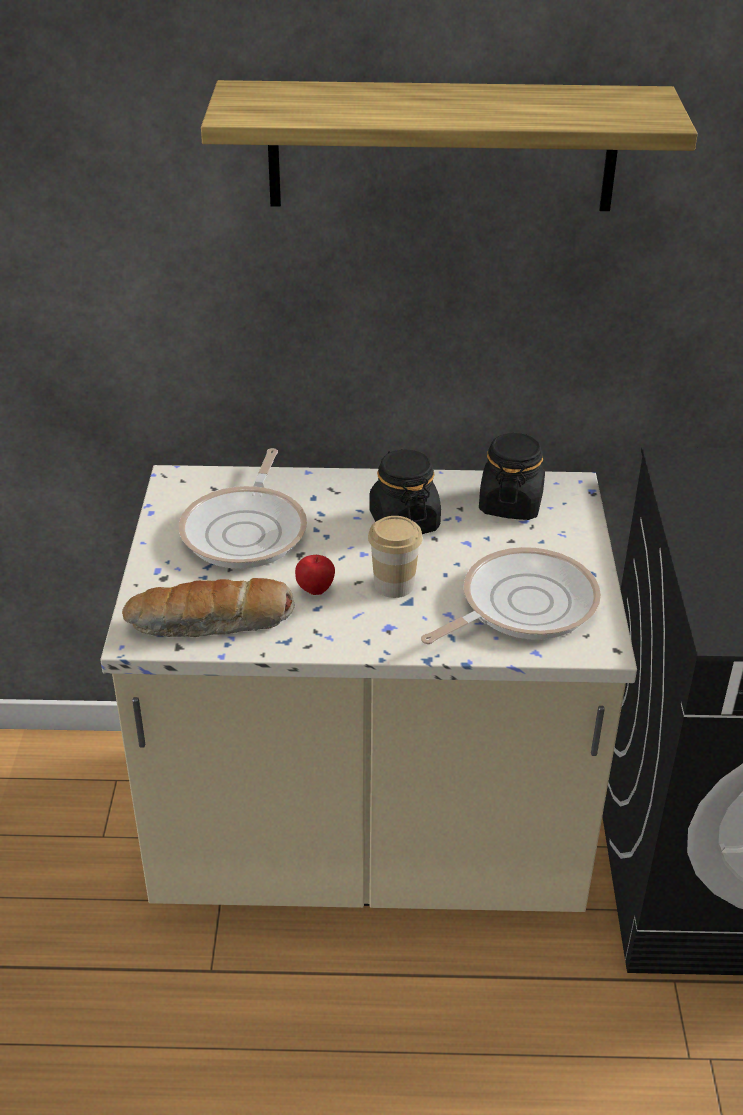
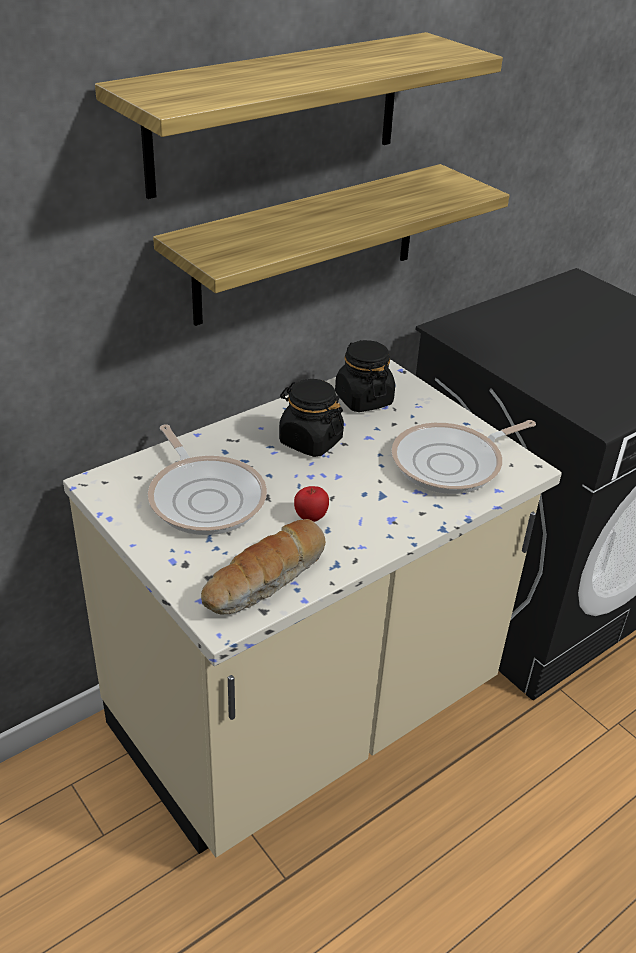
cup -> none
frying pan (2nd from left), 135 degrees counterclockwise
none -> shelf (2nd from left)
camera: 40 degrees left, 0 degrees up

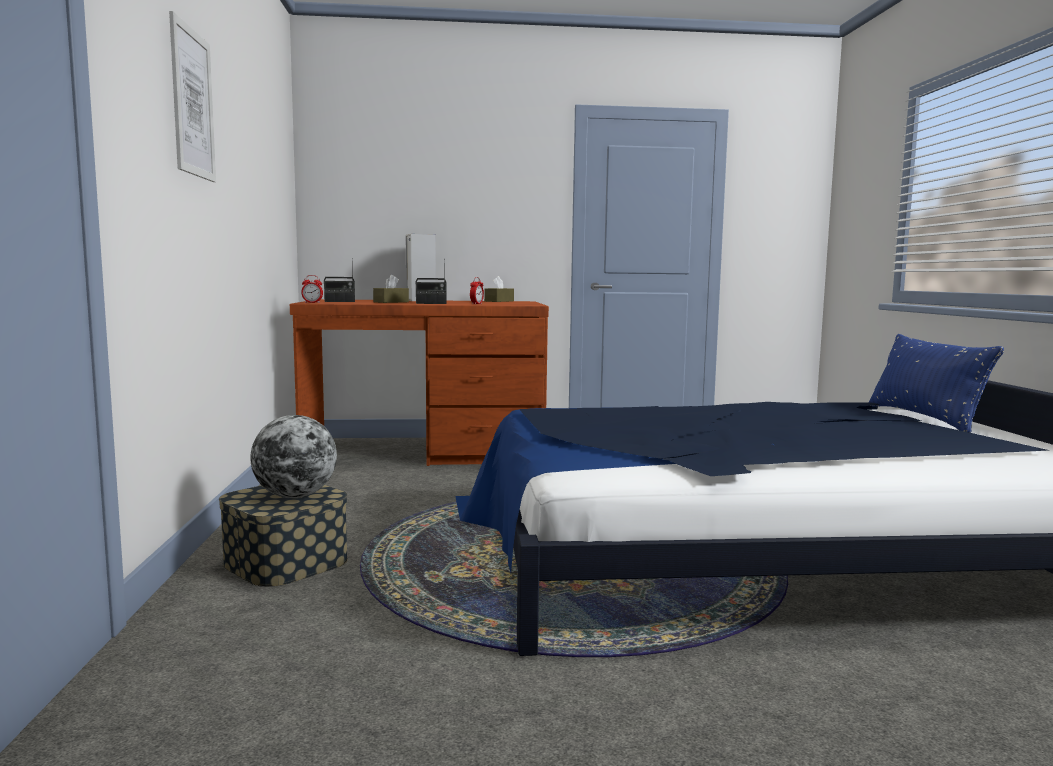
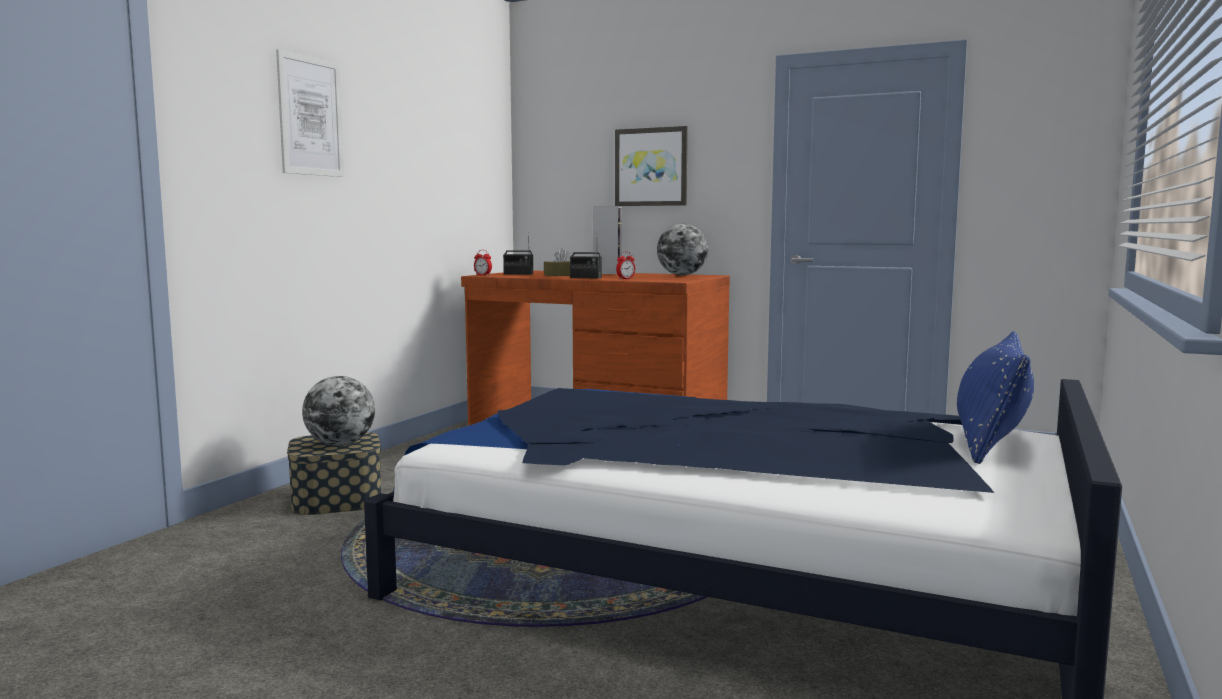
brown tissue box (2nd from left) -> globe (2nd from left)
none -> picture (2nd from left)
camera: 30 degrees right, 0 degrees up

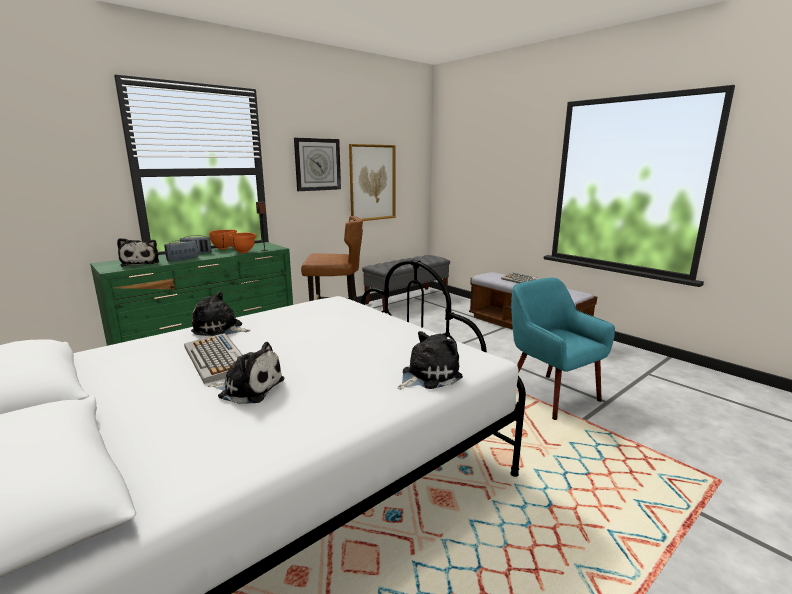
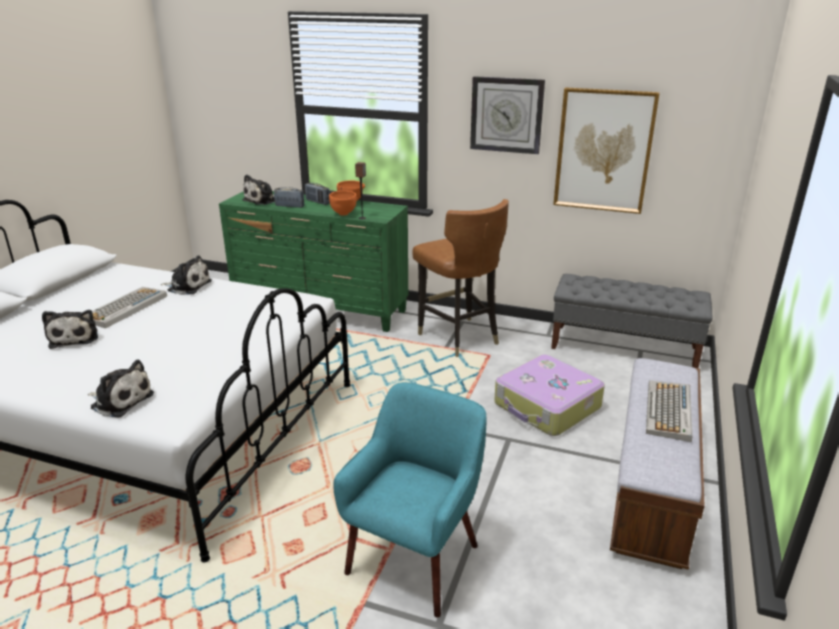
plush toy (2nd from left in the first image) -> plush toy (3rd from left), 120 degrees clockwise
none -> suitcase
camera: 60 degrees right, 10 degrees up

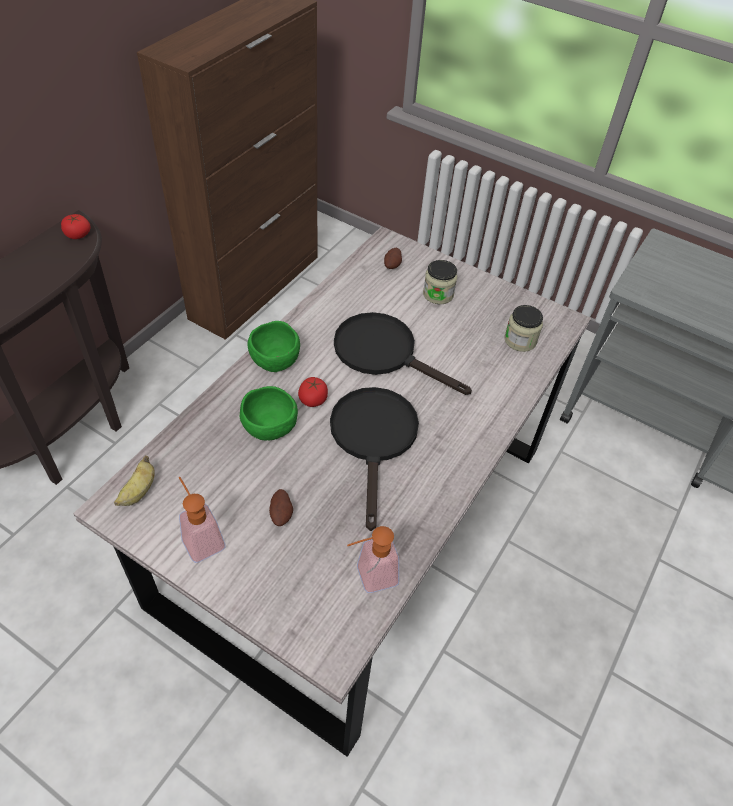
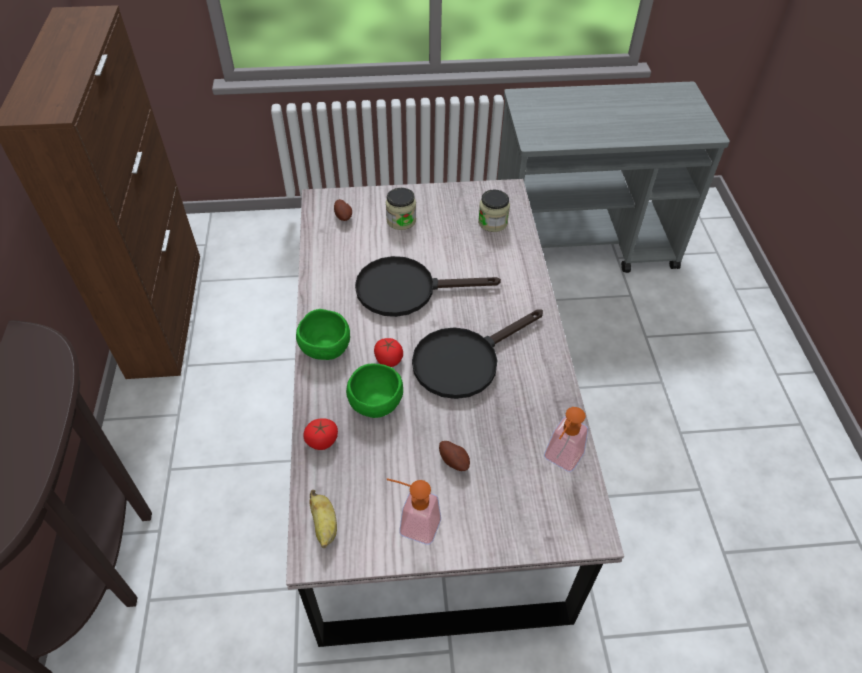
tomato (1st from left), moved
black frying pan (1st from left in the first image) -> black frying pan (2nd from left), 90 degrees counterclockwise
camera: 35 degrees left, 0 degrees up

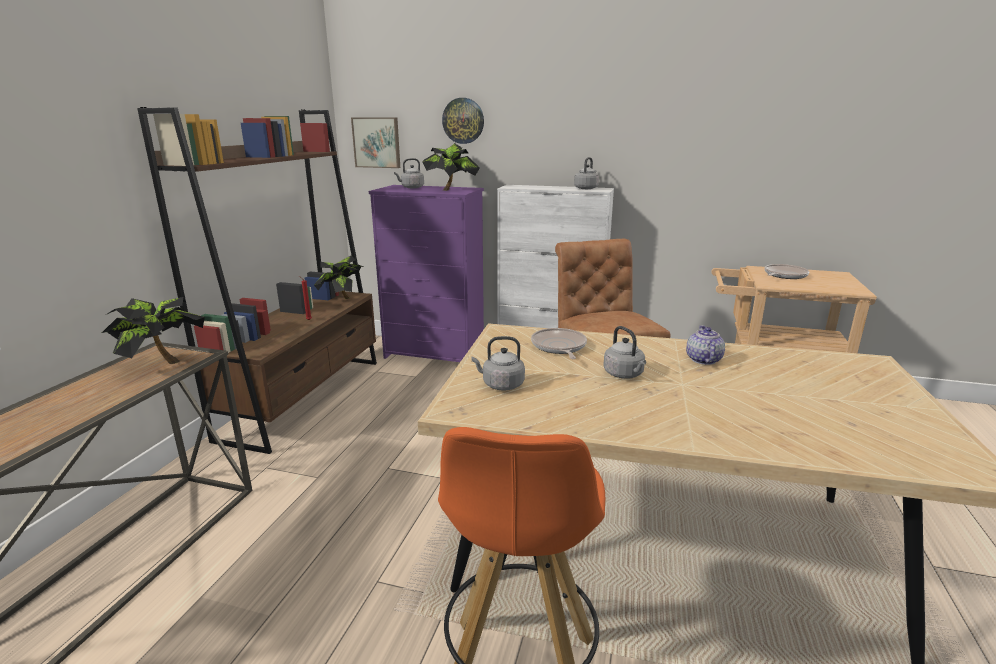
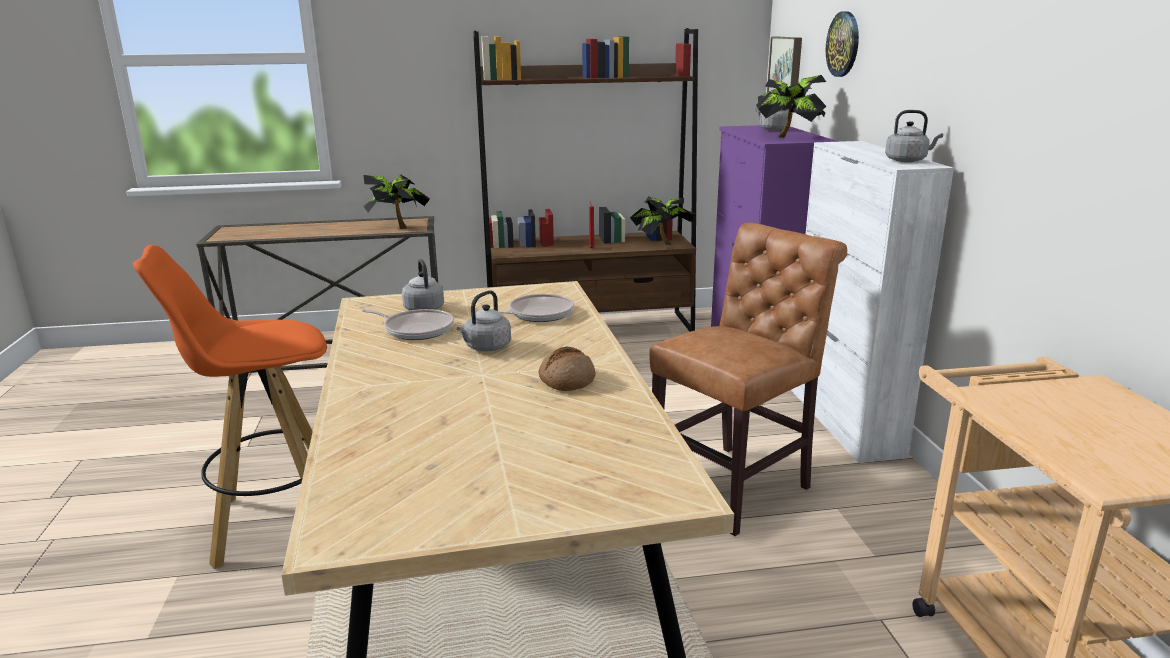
teapot -> bread
frying pan (2nd from left in the first image) -> frying pan (1st from left), moved
camera: 65 degrees right, 0 degrees up

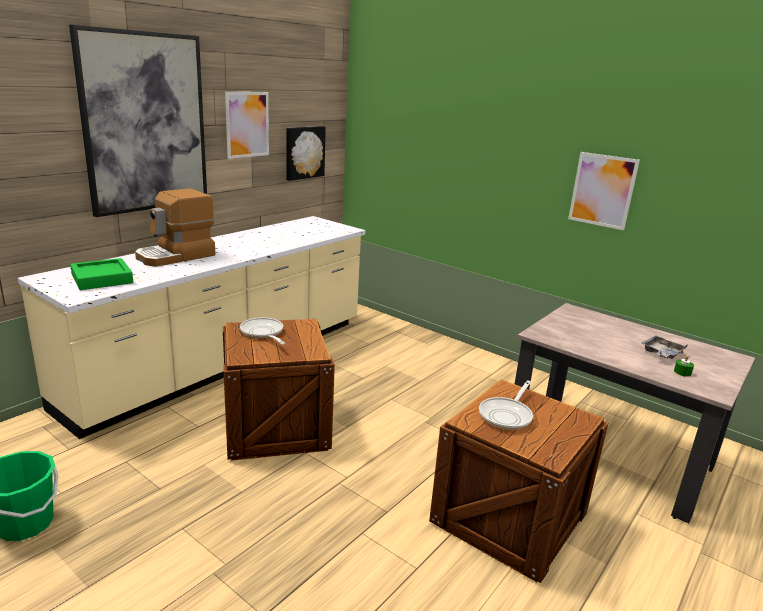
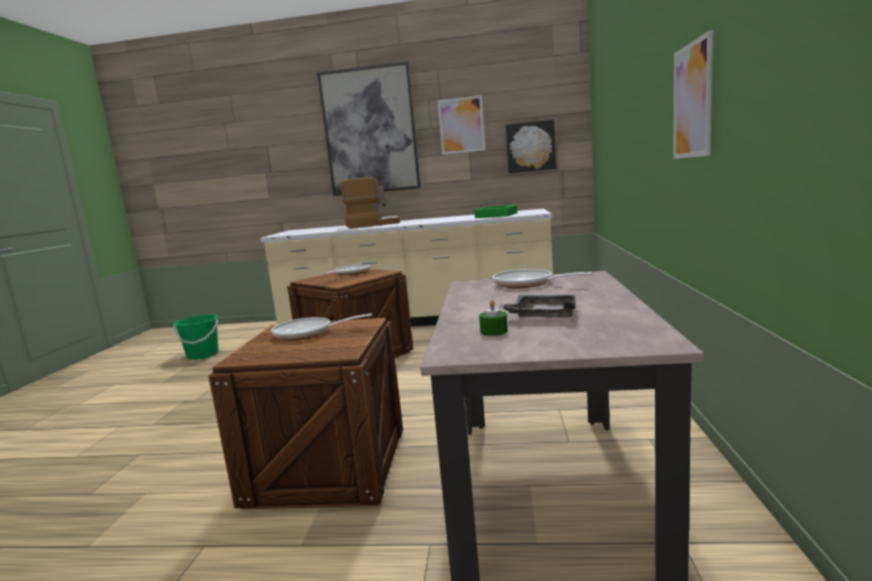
green tray, moved
coffee machine, 150 degrees clockwise
none -> frying pan (3rd from left)
camera: 60 degrees right, 10 degrees down

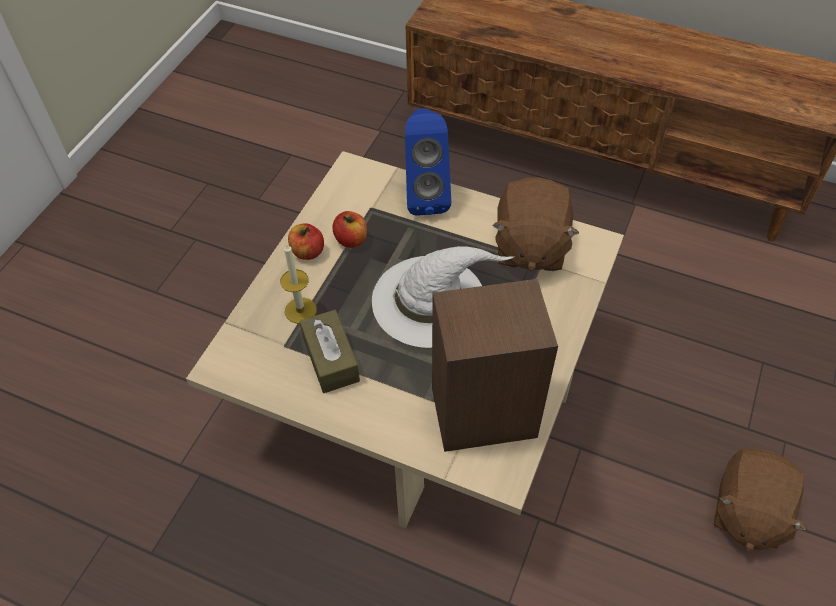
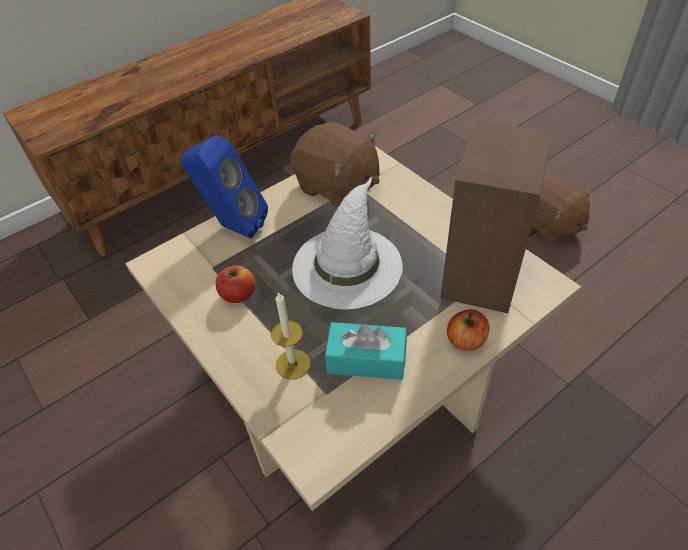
apple (1st from left in the first image) -> apple (2nd from left), moved
brown tissue box -> turquoise tissue box
camera: 60 degrees left, 5 degrees down

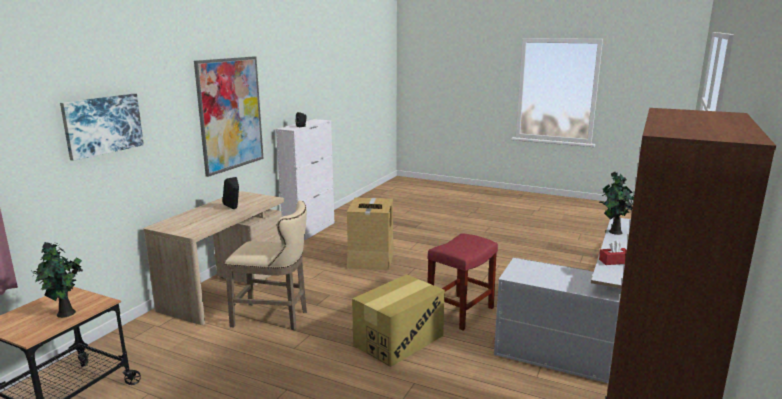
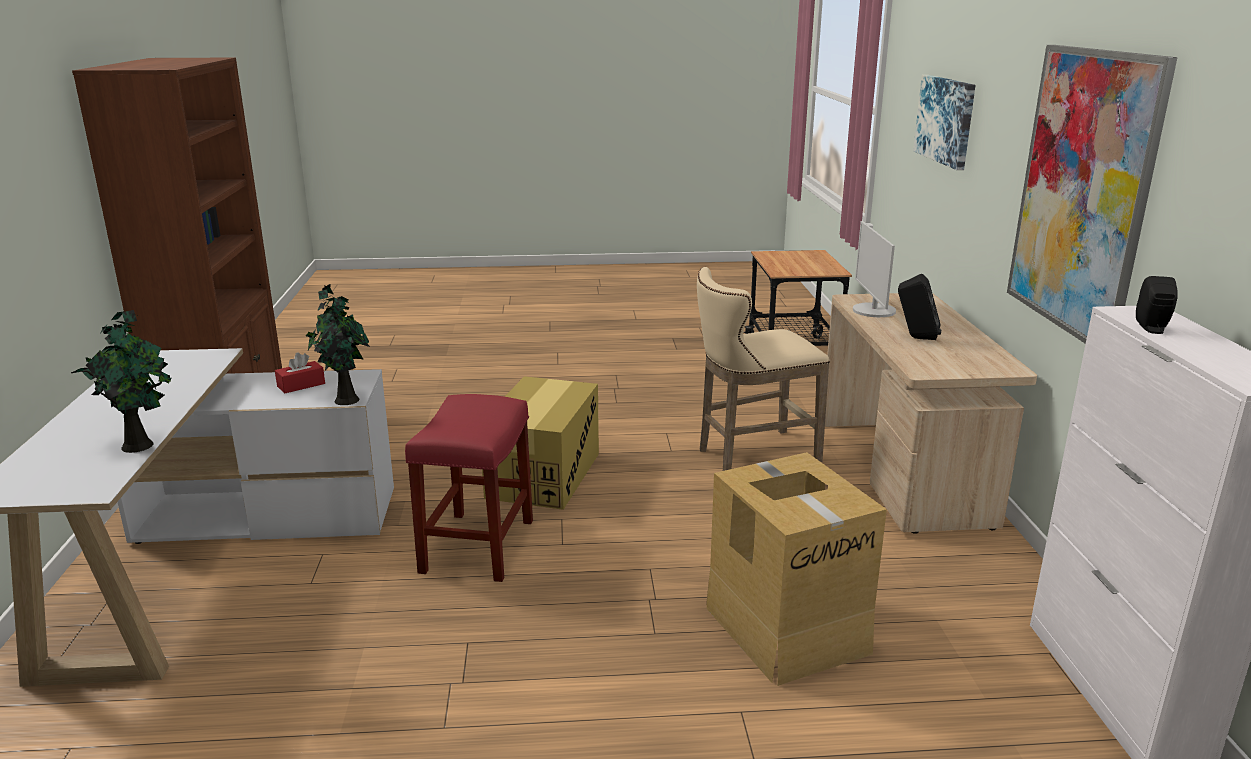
potted plant (1st from left in the first image) -> potted plant (2nd from left), moved
red tissue box, moved
none -> monitor
camera: 150 degrees right, 5 degrees up

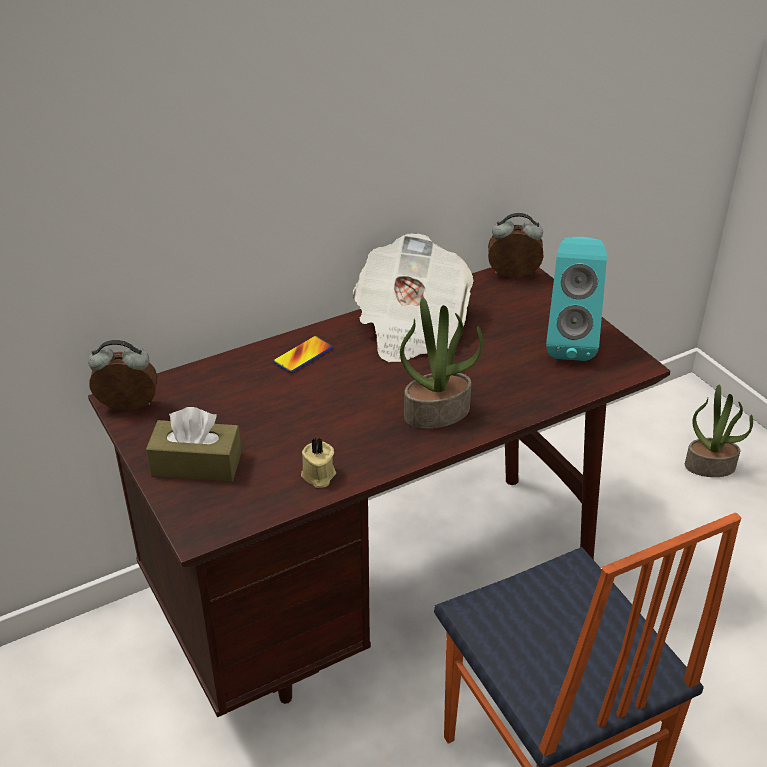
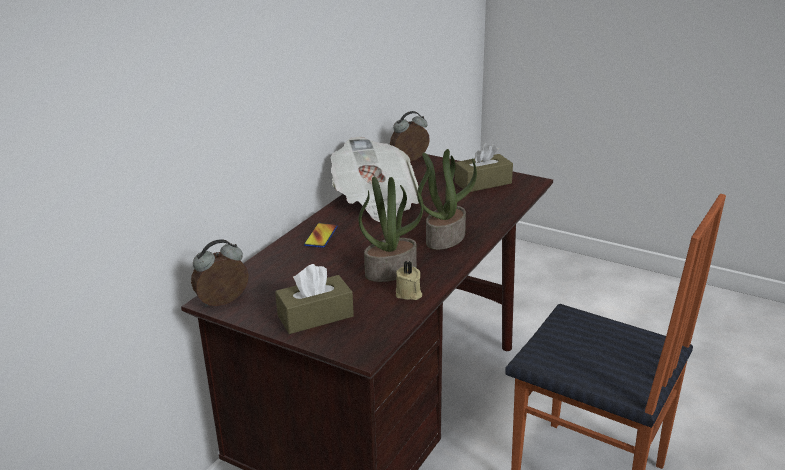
turquoise speaker -> brown tissue box (2nd from left)
potted plant (2nd from left in the first image) -> potted plant (1st from left), moved
camera: 30 degrees left, 10 degrees down

